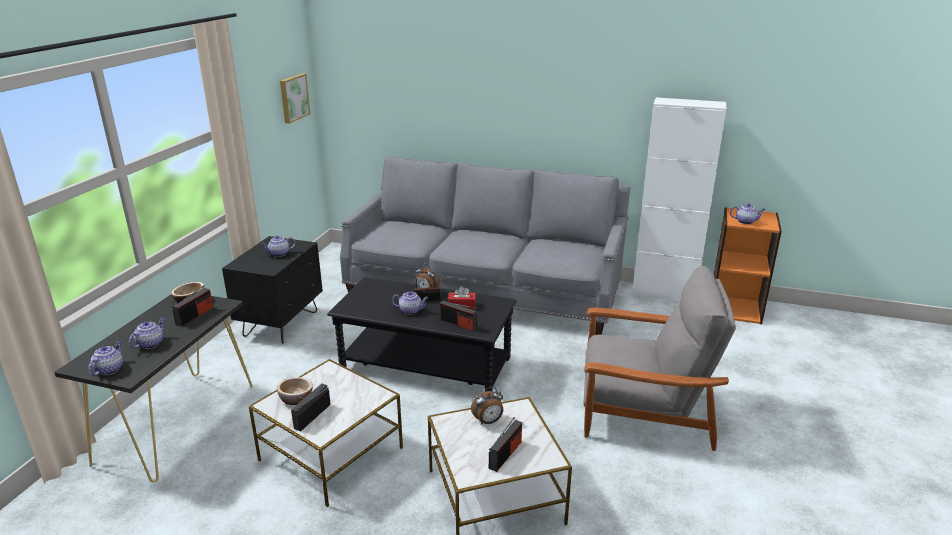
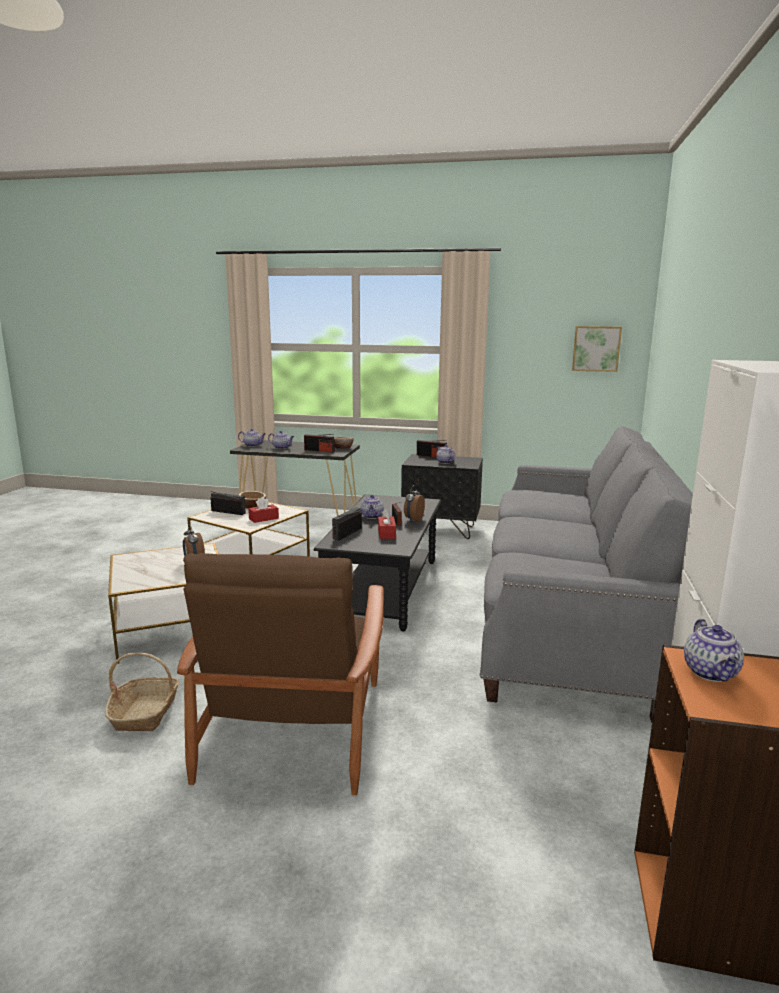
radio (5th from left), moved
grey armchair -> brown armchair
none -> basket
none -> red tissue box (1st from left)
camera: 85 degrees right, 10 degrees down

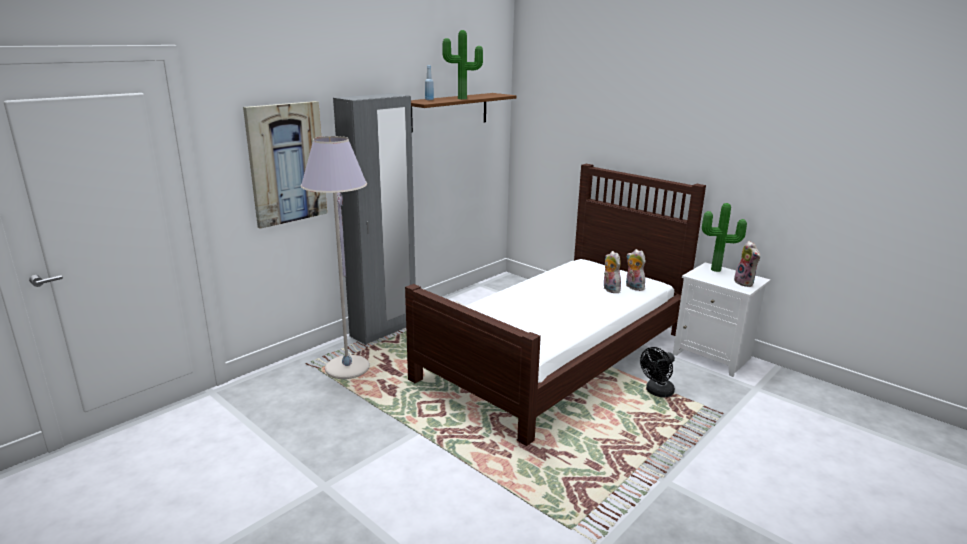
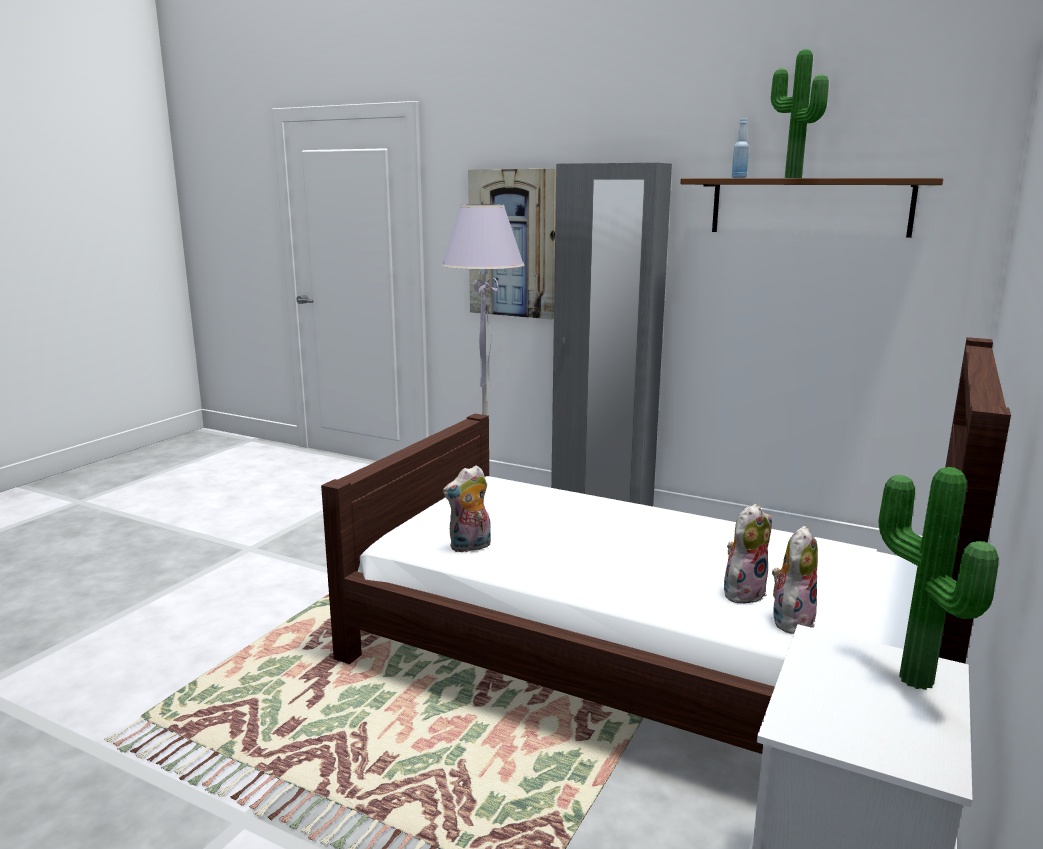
black fan -> none
plush toy (3rd from left in the first image) -> plush toy (1st from left), moved
camera: 75 degrees right, 5 degrees down

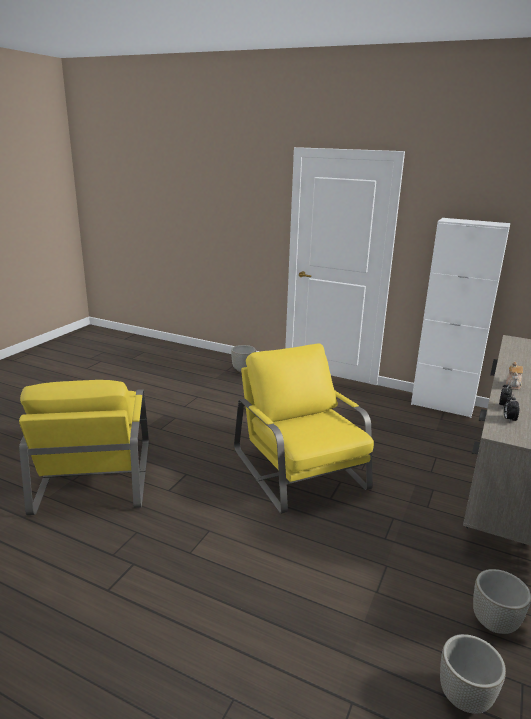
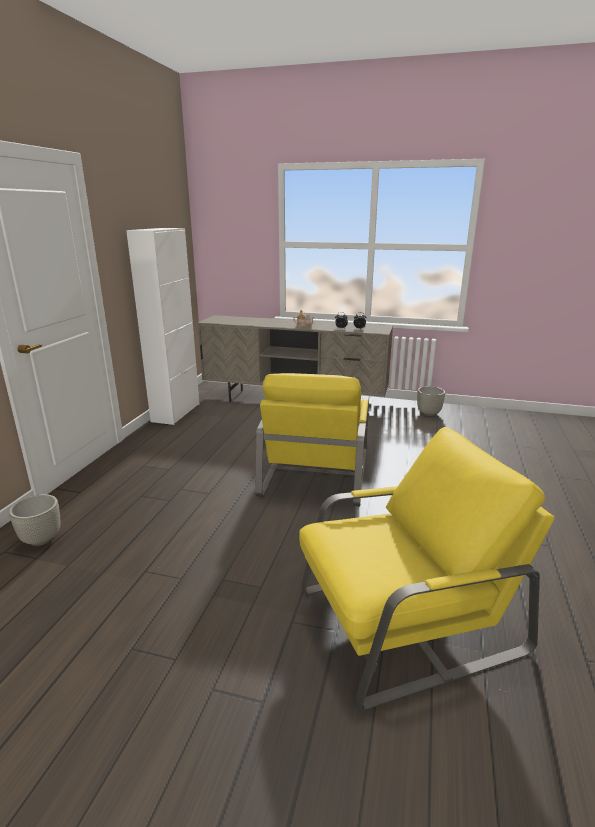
yellow armchair (2nd from left in the first image) -> yellow armchair (1st from left), 45 degrees counterclockwise
grey planter (2nd from left) -> none
camera: 100 degrees left, 0 degrees up

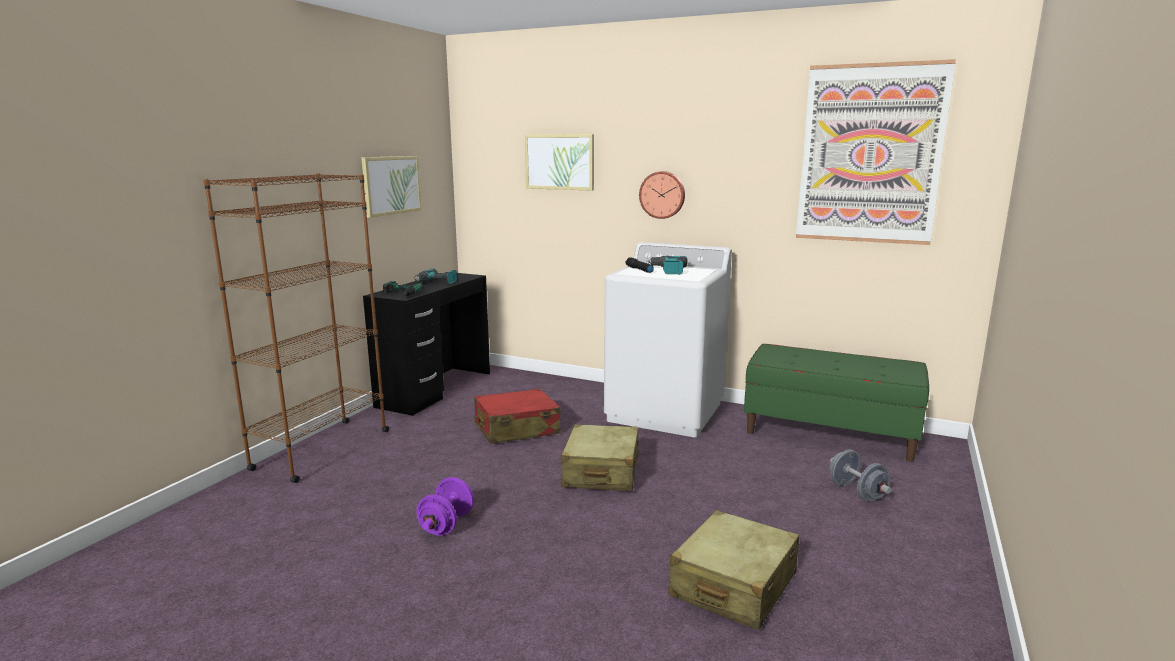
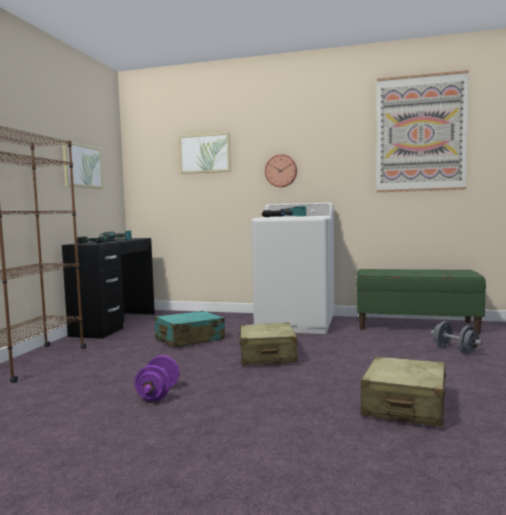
red suitcase -> turquoise suitcase
camera: 10 degrees left, 10 degrees down

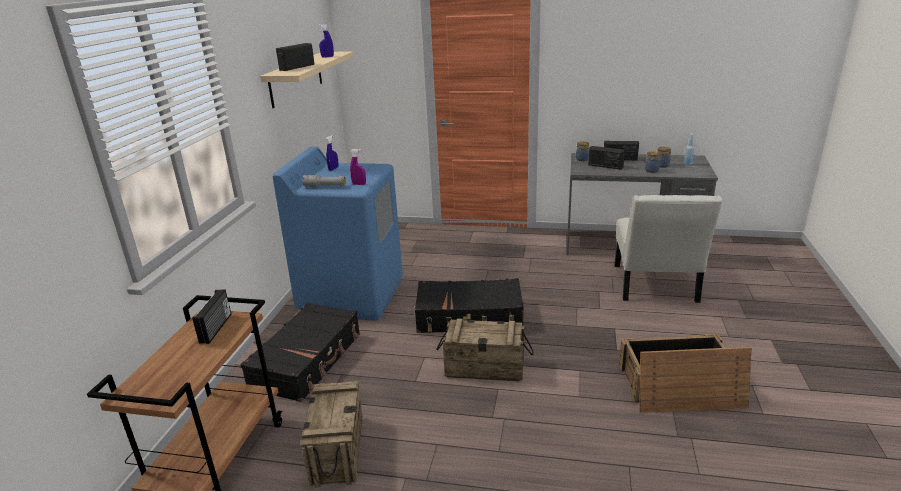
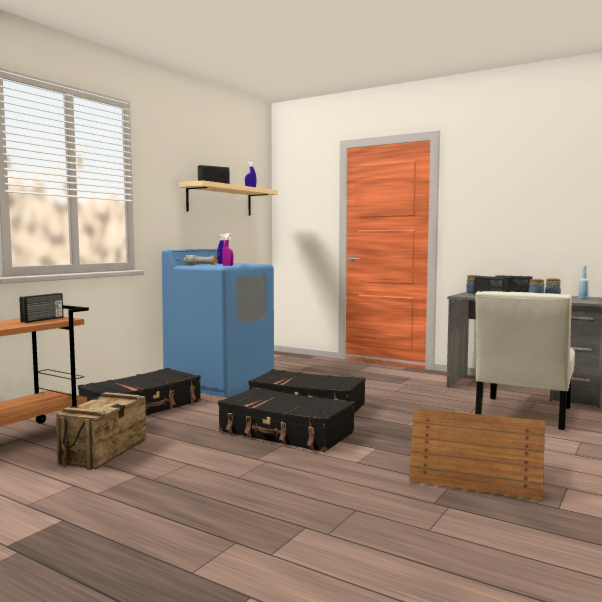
crate (2nd from left) -> black suitcase (2nd from left)
camera: 20 degrees right, 20 degrees down

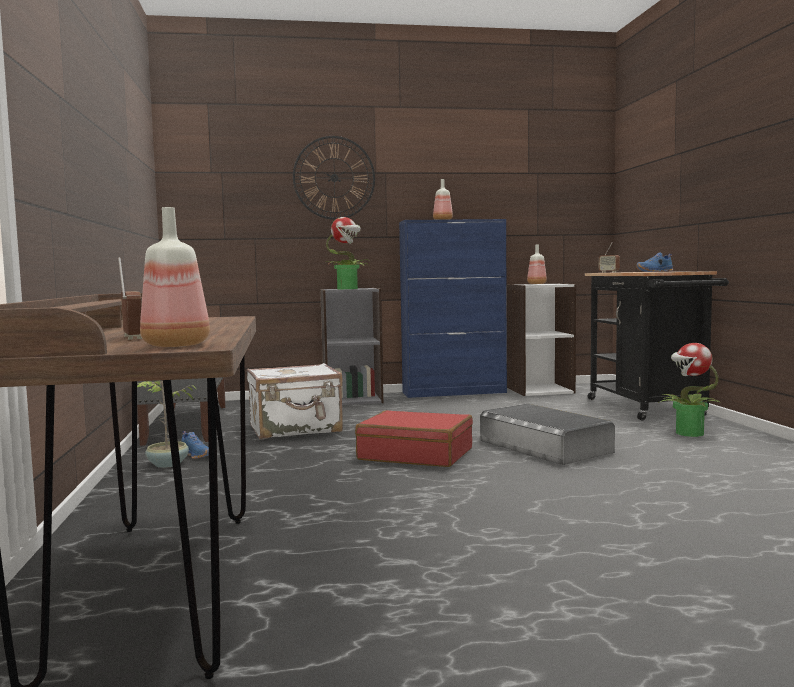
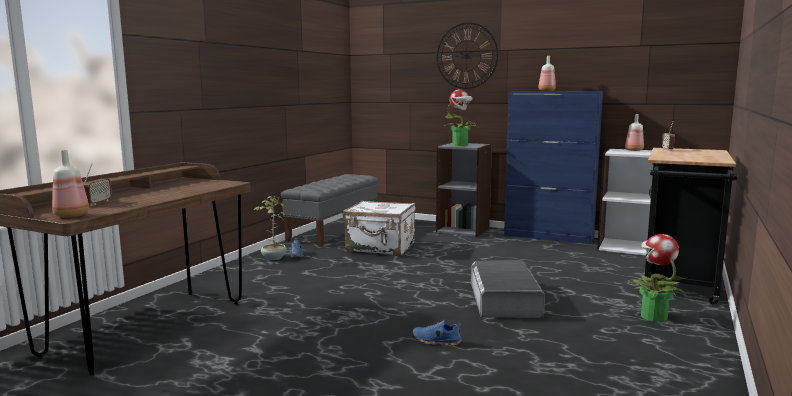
red suitcase -> none
blue shoe (2nd from left), moved
camera: 35 degrees right, 5 degrees up

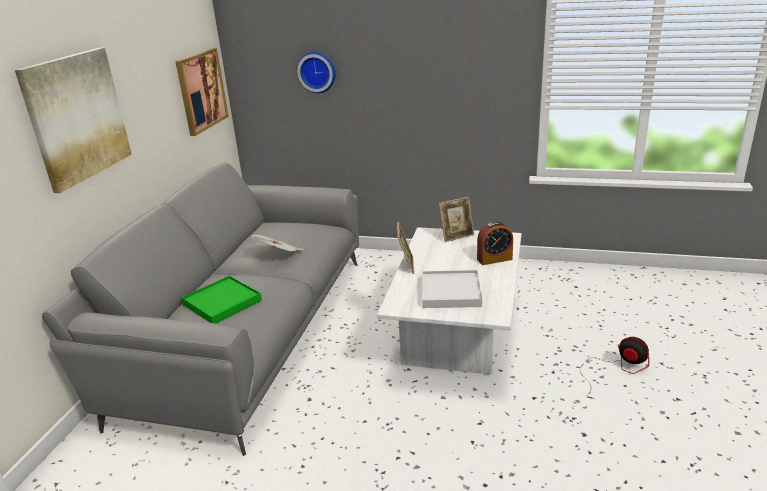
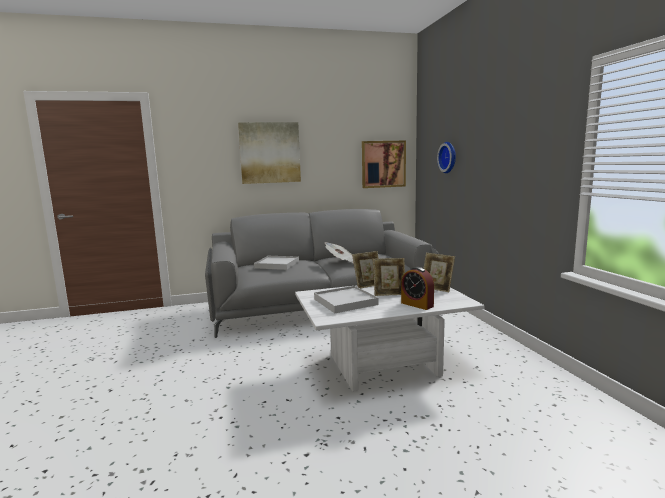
green tray -> white tray (1st from left)
fan -> none
none -> picture frame (2nd from left)
camera: 60 degrees right, 15 degrees down

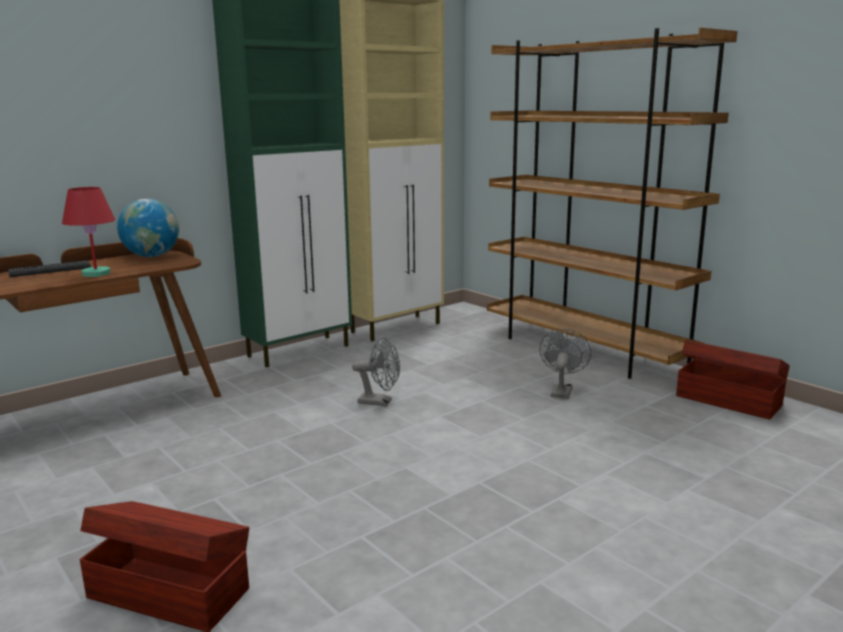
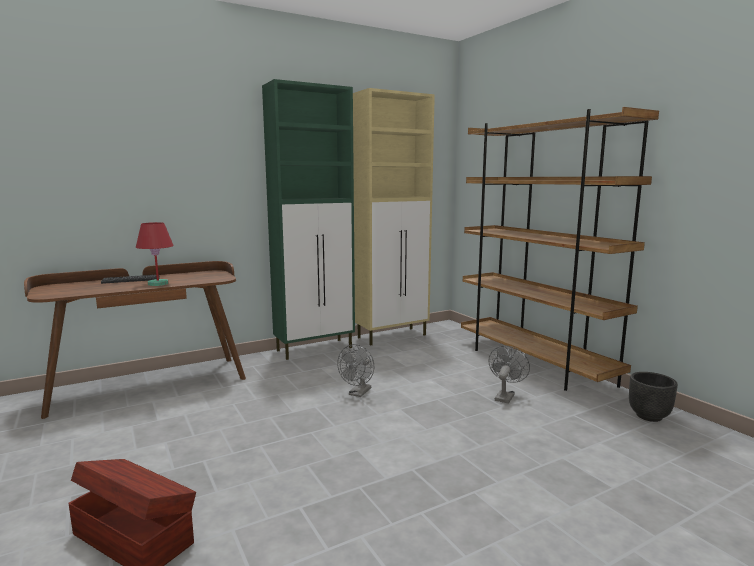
globe -> none
grey fan (1st from left), 90 degrees clockwise
brown storage box (2nd from left) -> black planter
camera: 10 degrees right, 5 degrees down

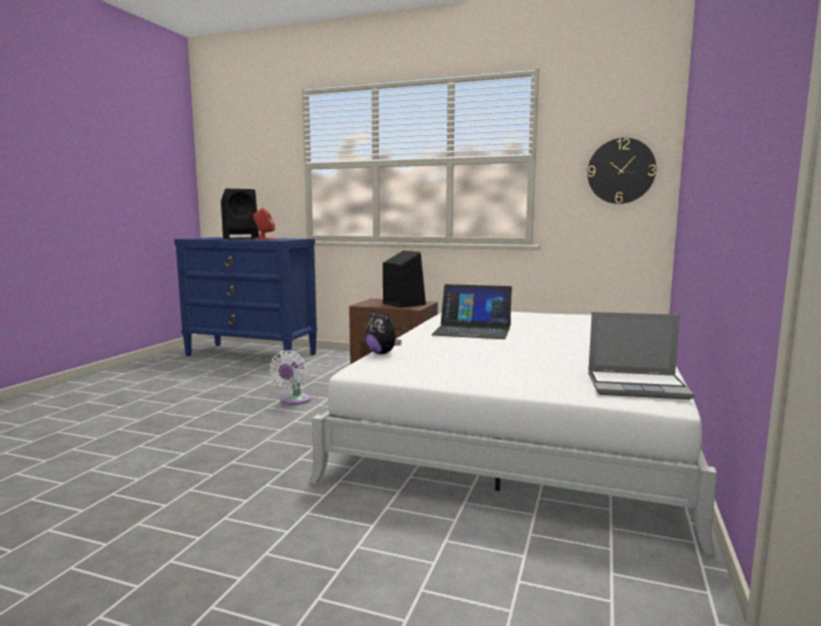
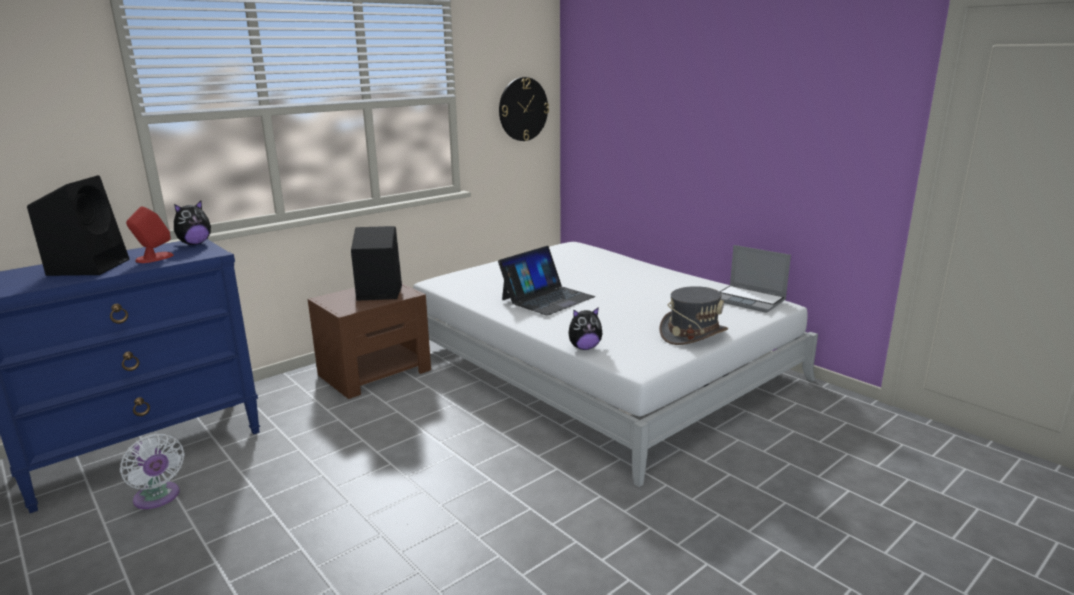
white fan, moved
laptop (2nd from left), 90 degrees clockwise
none -> plush toy (1st from left)
none -> grey hat
camera: 60 degrees left, 10 degrees up

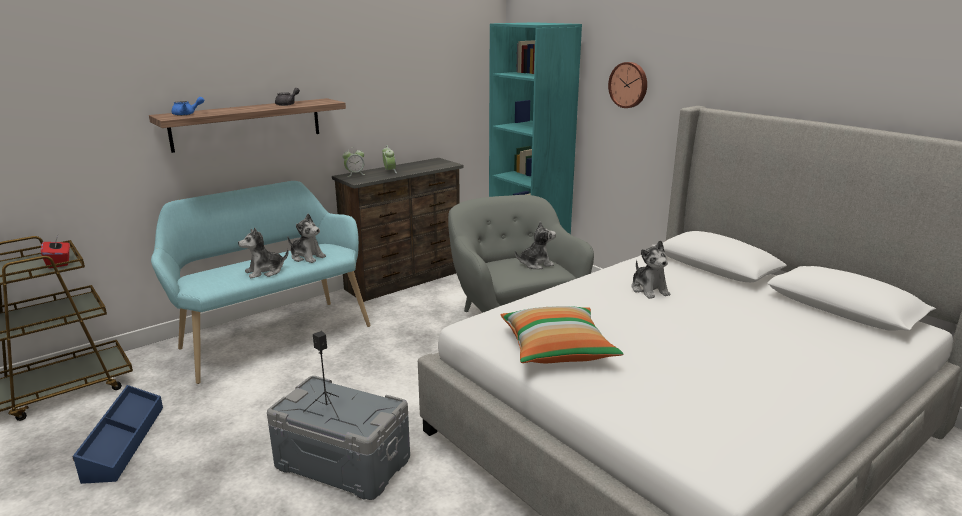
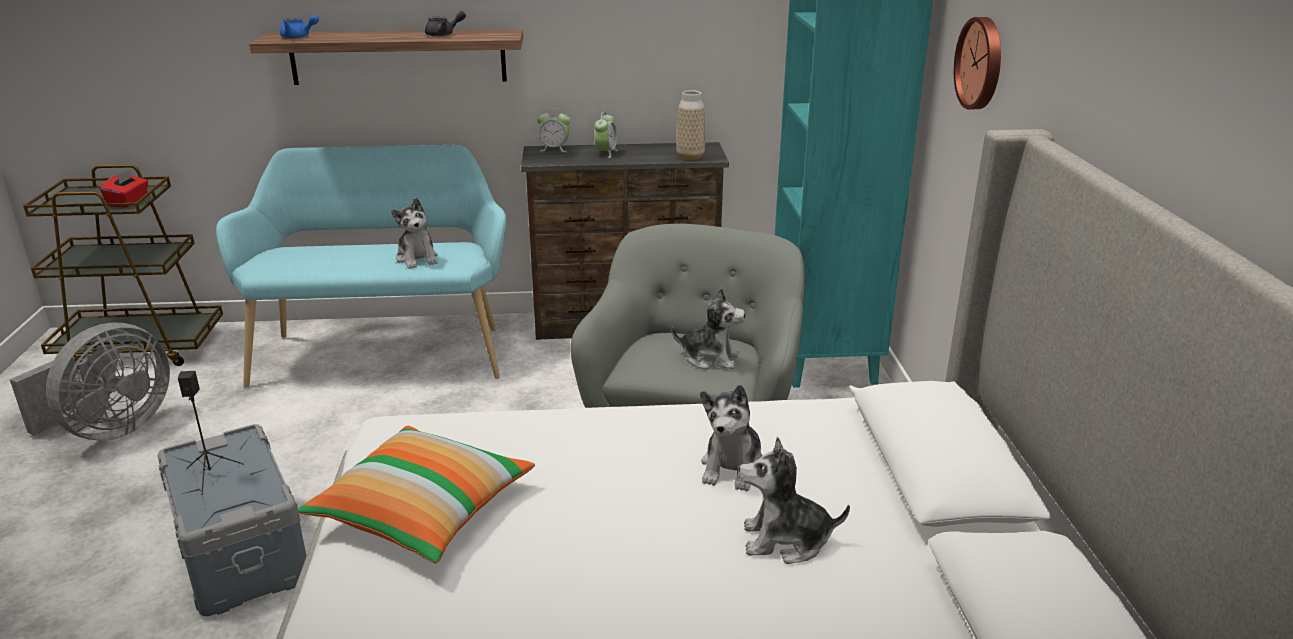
blue storage box -> grey fan
plush toy (1st from left in the first image) -> plush toy (4th from left), moved
none -> vase
camera: 35 degrees right, 5 degrees up

